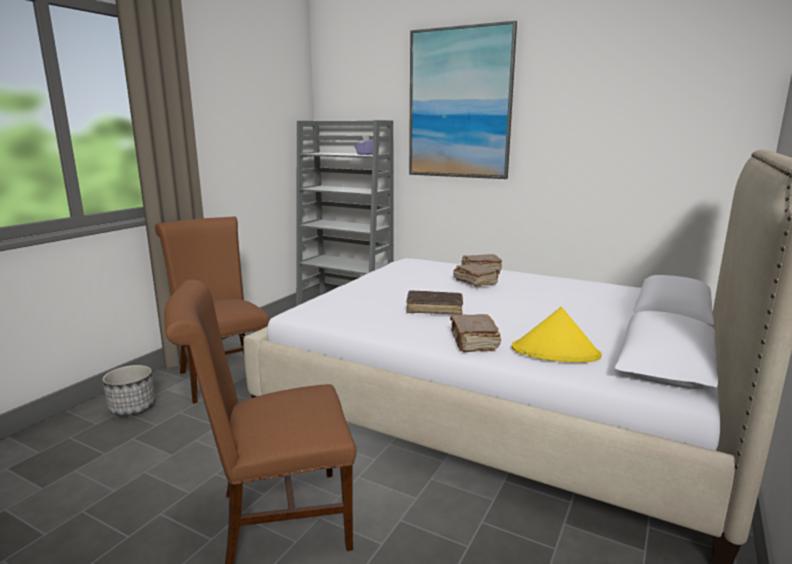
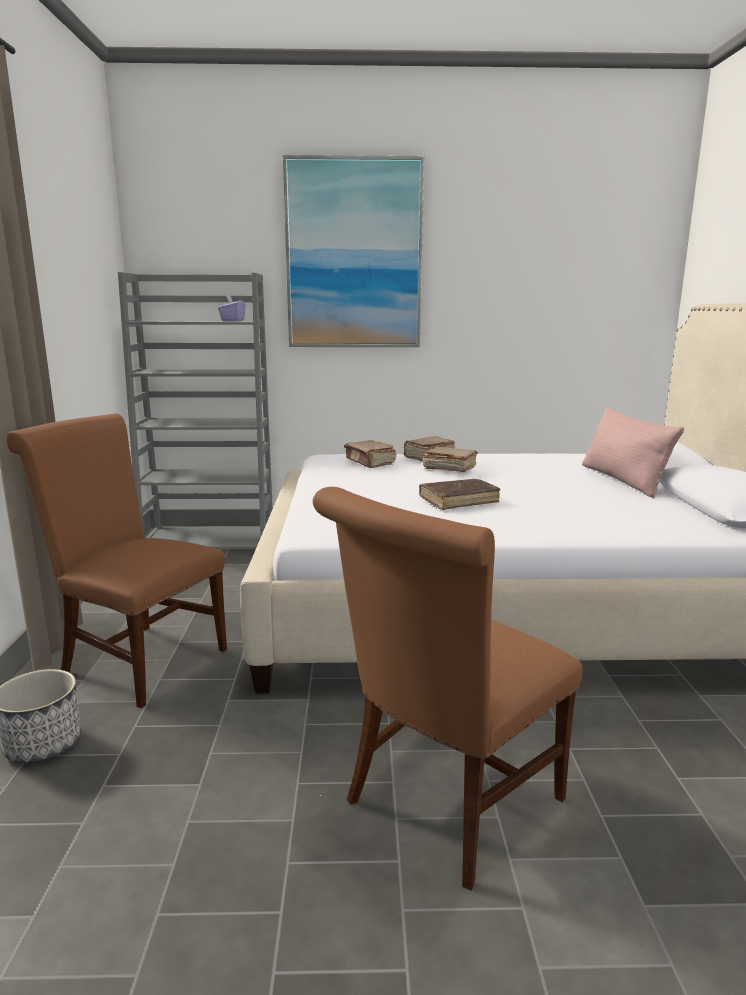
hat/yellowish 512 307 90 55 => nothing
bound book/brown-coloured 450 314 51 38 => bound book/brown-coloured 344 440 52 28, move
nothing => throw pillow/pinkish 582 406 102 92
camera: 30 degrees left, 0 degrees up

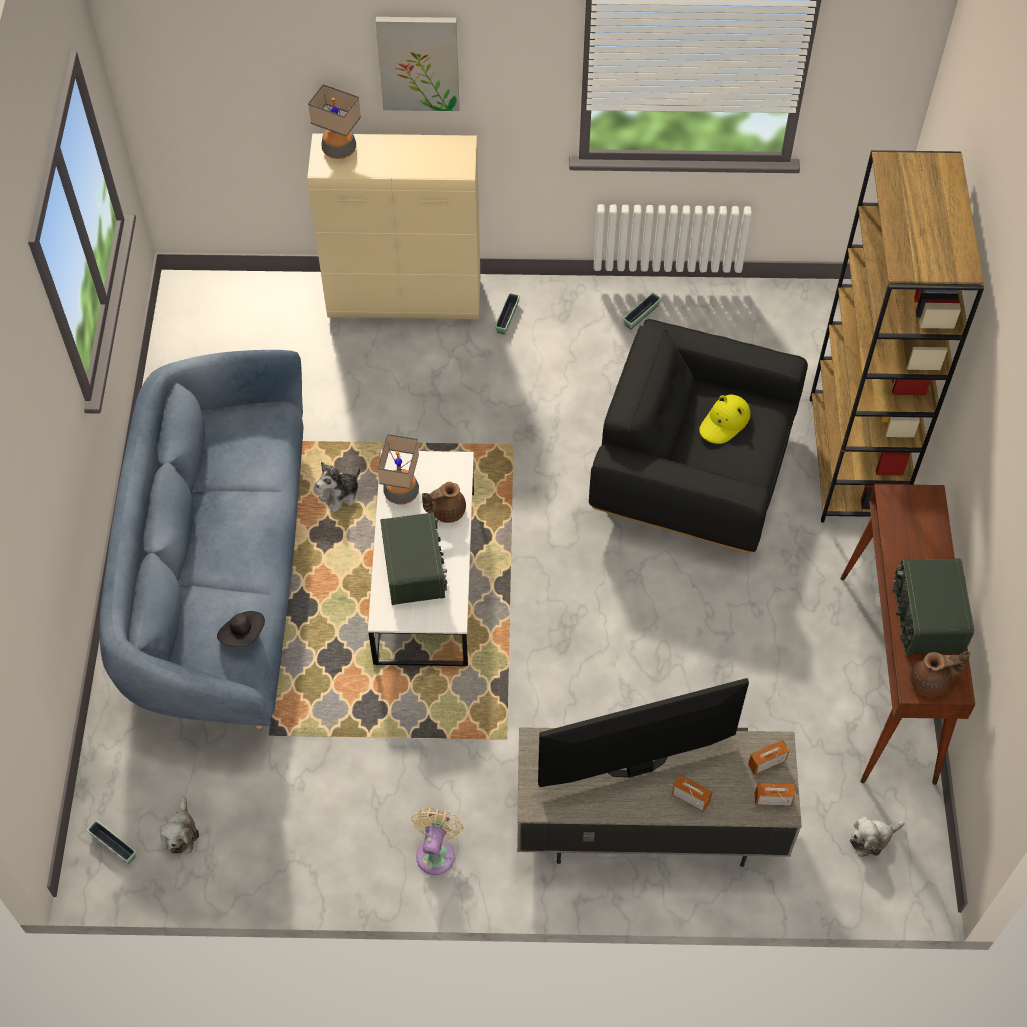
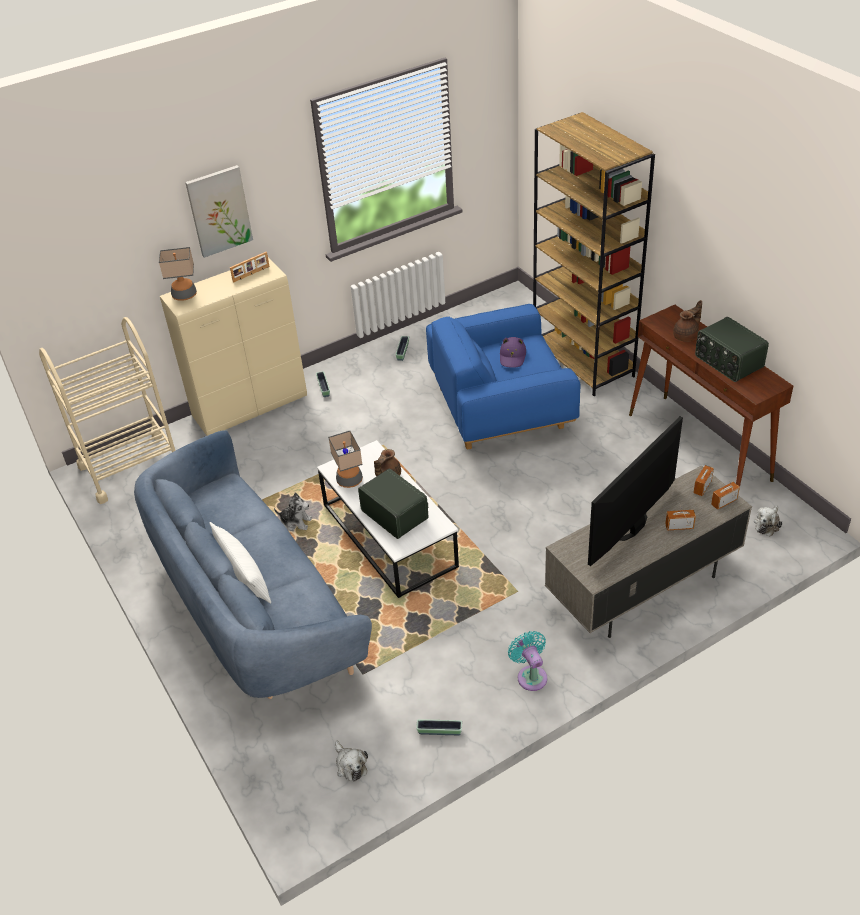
easy chair/black-coloured 589 319 219 234 => easy chair/blue 426 304 154 146
hat/yellowish 699 394 51 50 => hat/purplish 500 337 26 31
plush toy 316 462 45 50 => plush toy 274 492 38 39, 90 degrees counterclockwise
hat/black-coloured 217 611 48 36 => nothing
teapot/brown-coloured 910 651 60 46 => teapot/brown-coloured 673 300 29 42, move
cooling fan/beige 412 808 52 67 => cooling fan/turquoise-coloured 508 631 39 60
plant pot 87 820 49 44 => plant pot 416 719 46 16, move
nothing => standing frame 230 252 40 30
nothing => cart/beige 39 317 137 187
nothing => throw pillow/whitish 209 522 62 81
camera: 30 degrees left, 15 degrees down

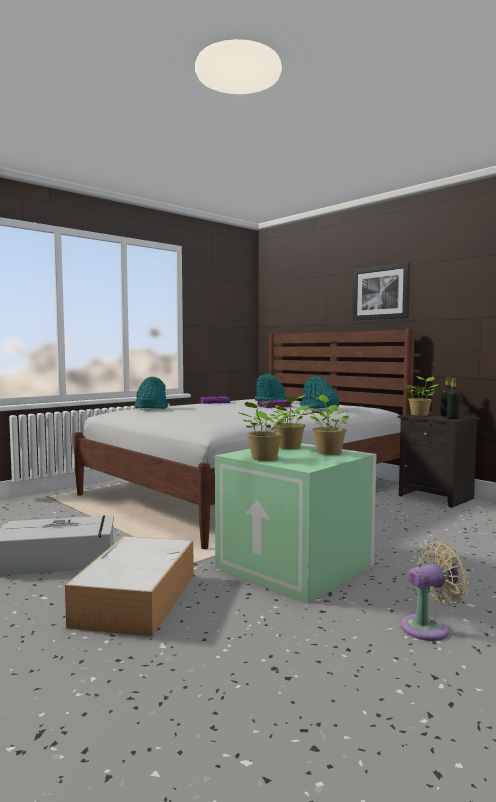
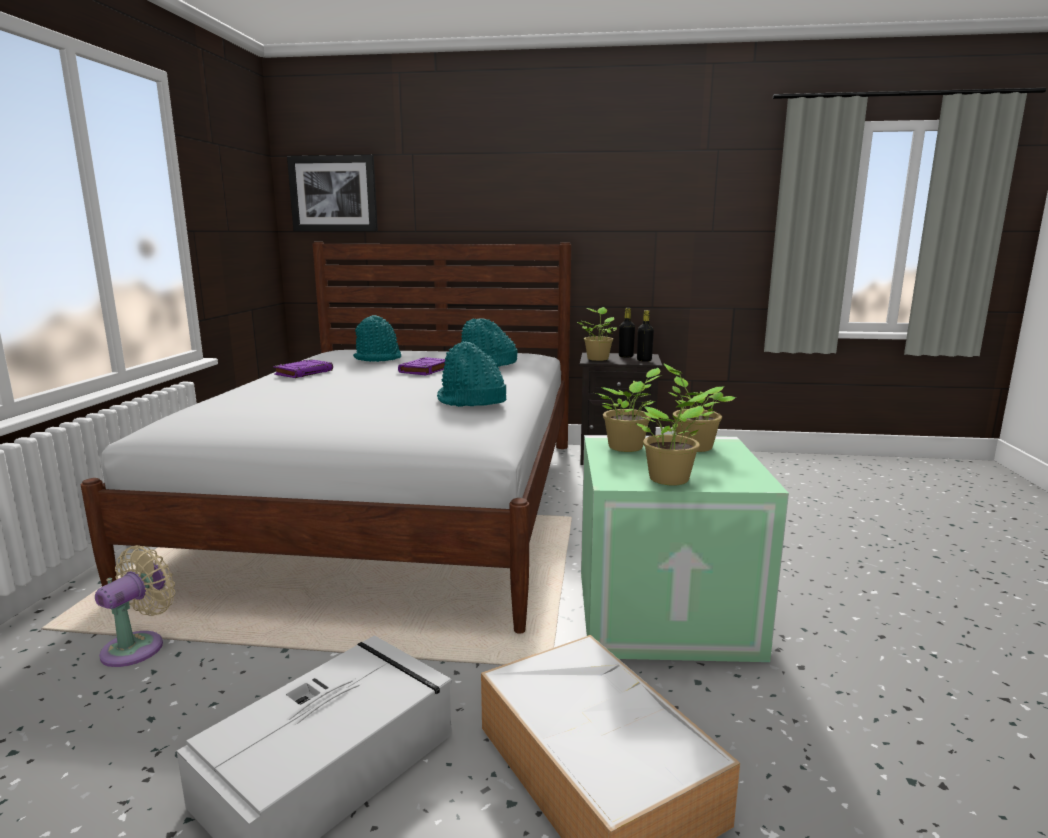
wall picture 352 262 58 59 => wall picture 287 155 91 76, move
hat/turquoise-coloured 134 377 34 32 => hat/turquoise-coloured 437 341 69 66, move
cooling fan/beige 401 542 68 99 => cooling fan/beige 95 545 80 122, move
camera: 40 degrees left, 10 degrees up

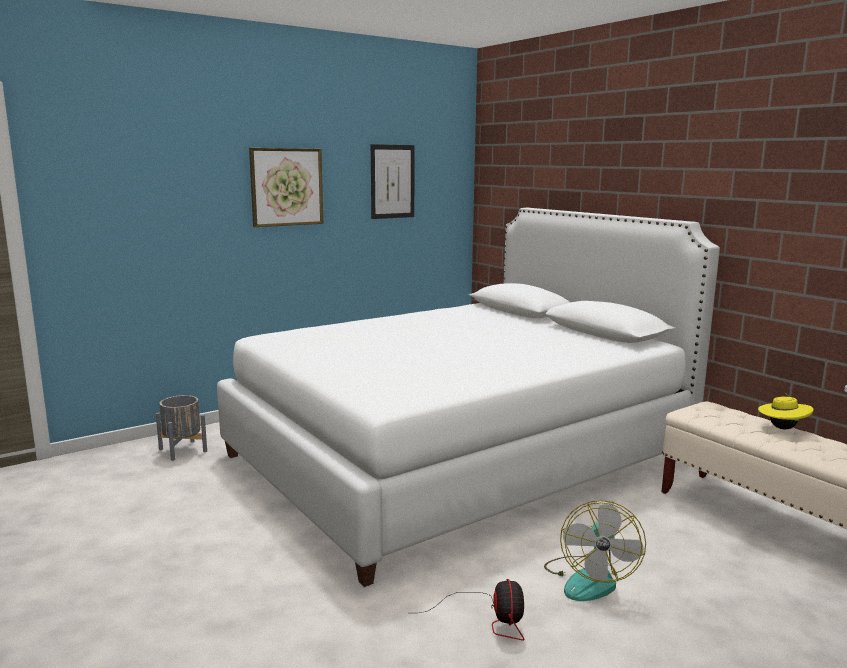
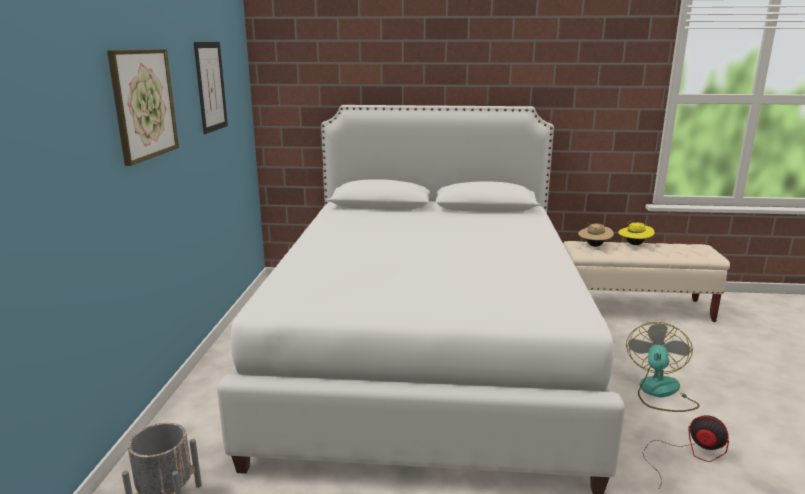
cooling fan 544 500 102 101 => cooling fan 626 322 74 90, 120 degrees counterclockwise
nothing => hat/beige 578 224 36 23
camera: 50 degrees left, 5 degrees up

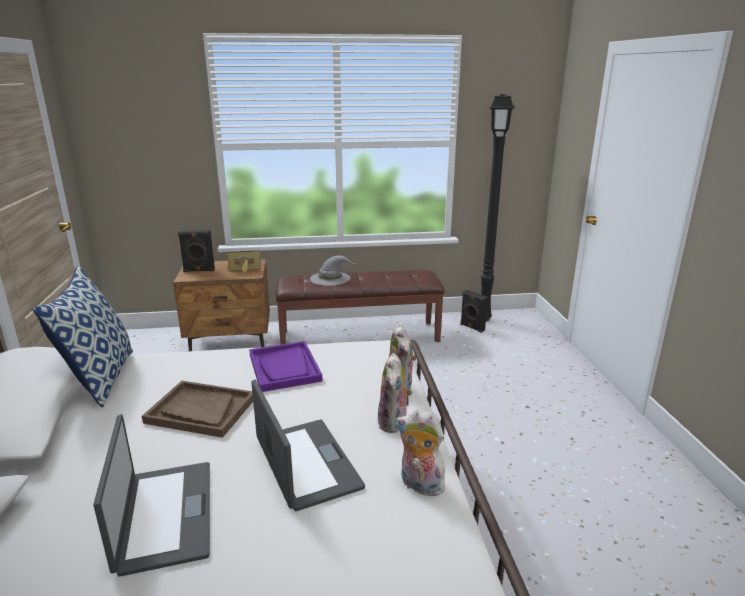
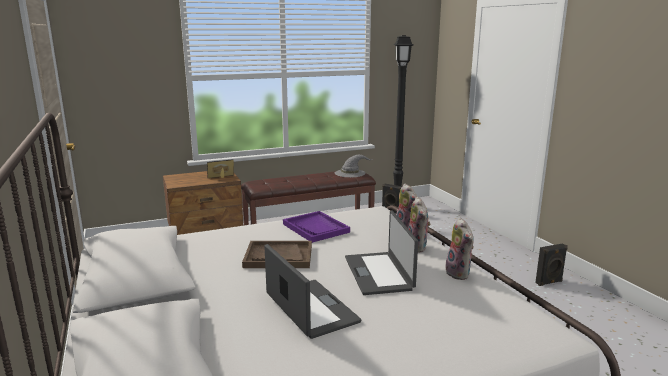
speaker/black-coloured 178 230 37 42 => speaker/black-coloured 535 244 33 42, move
hat/grey 310 256 45 30 => hat/grey 335 155 36 22, move
throw pillow 33 265 100 142 => nothing
notebook computer 251 380 114 131 => notebook computer 345 210 73 85, 150 degrees counterclockwise
plush toy 396 409 49 87 => plush toy 445 217 29 63, 120 degrees counterclockwise
camera: 15 degrees left, 5 degrees down

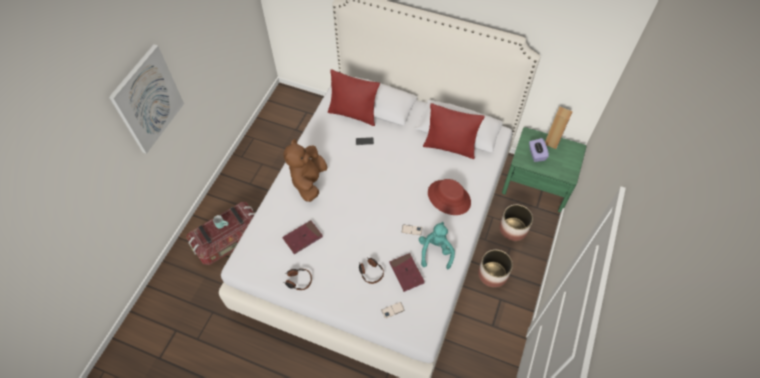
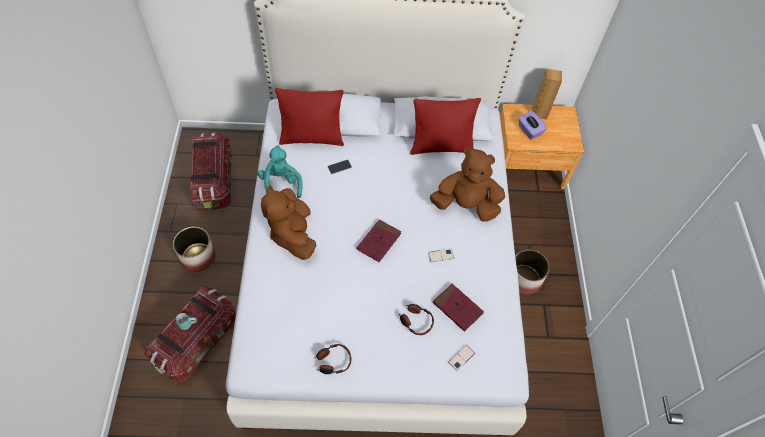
wall picture 109 44 75 110 => nothing
night table/greenish 502 127 84 86 => night table/brown-coloured 500 104 84 85
hat/red-coloured 428 179 43 36 => plush toy/brown-coloured 430 147 75 75
plant pot 499 205 34 36 => plant pot 173 227 43 45, move
bound book/red-coloured 282 220 41 34 => bound book/red-coloured 357 219 44 43, move
plush toy/turquoise-coloured 419 222 36 47 => plush toy/turquoise-coloured 257 145 46 53, move
nothing => storage container 190 132 42 79
camera: 25 degrees left, 0 degrees up

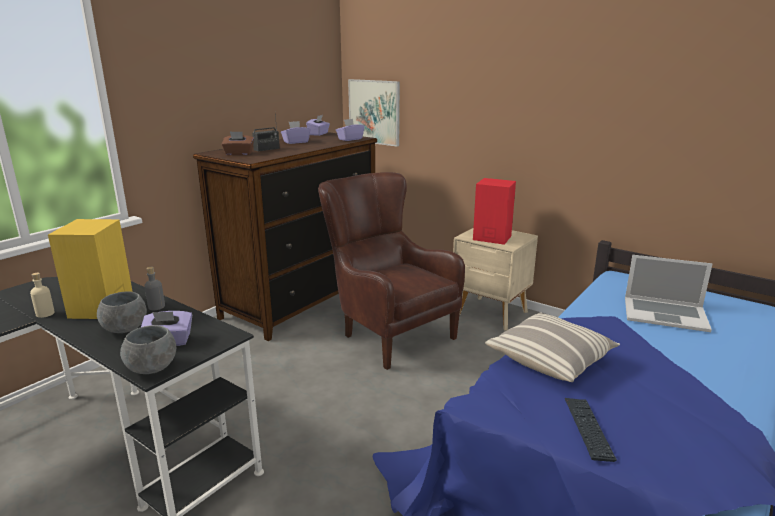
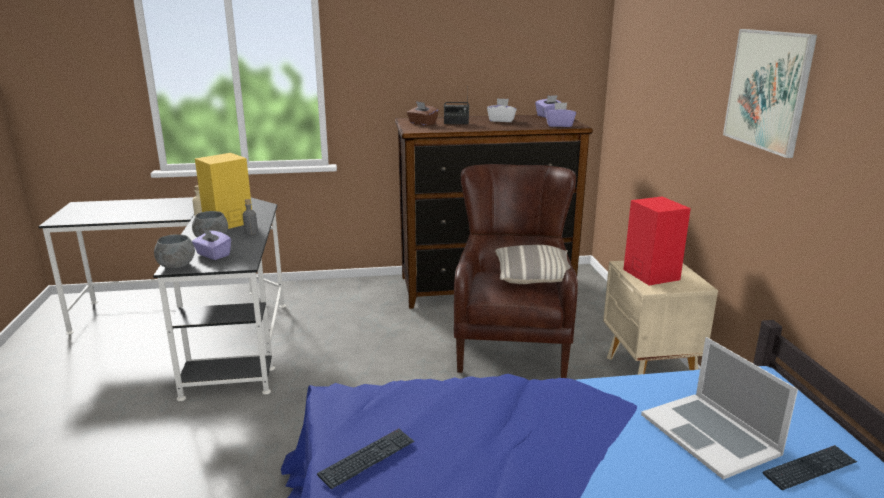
wall picture 348 79 52 68 => wall picture 723 29 94 129, move
box of tissues/purplish 281 121 29 23 => box of tissues/whitish 487 98 30 24
throw pillow 485 312 135 70 => throw pillow 495 245 83 39, move
nothing => keyboard 762 445 95 45
camera: 45 degrees right, 0 degrees up

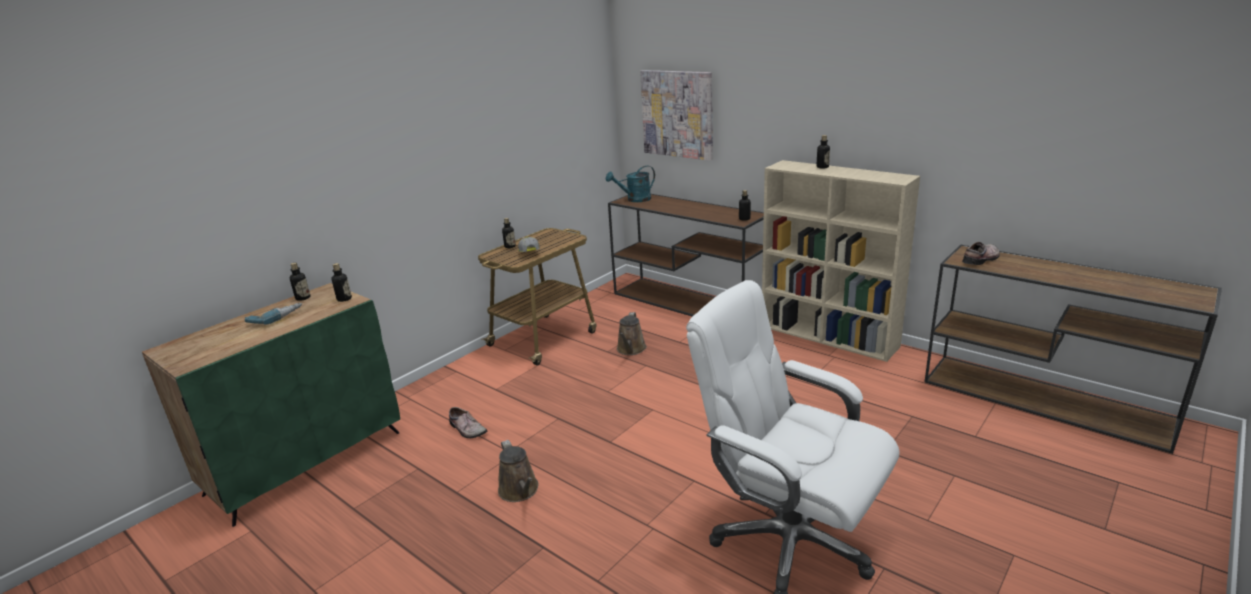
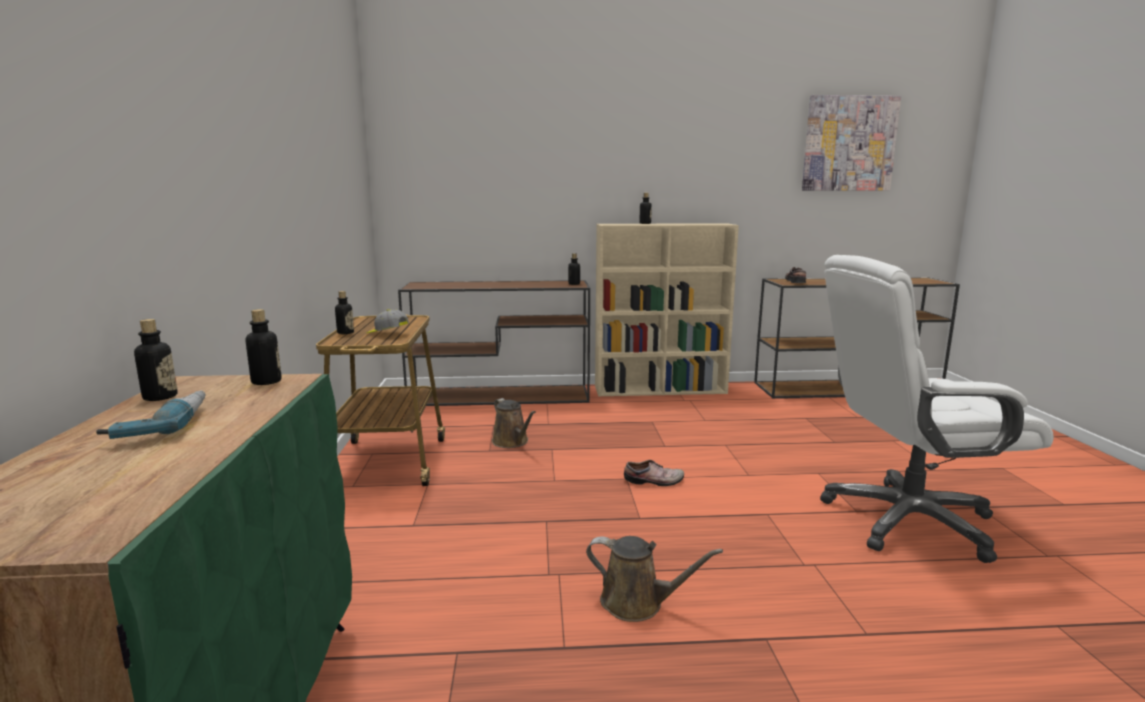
wall picture 640 70 73 91 => wall picture 802 95 99 95, move
sprinkling can/turquoise-coloured 606 166 49 36 => nothing
shoe 449 407 38 31 => shoe 624 460 60 26, move
camera: 45 degrees left, 10 degrees down

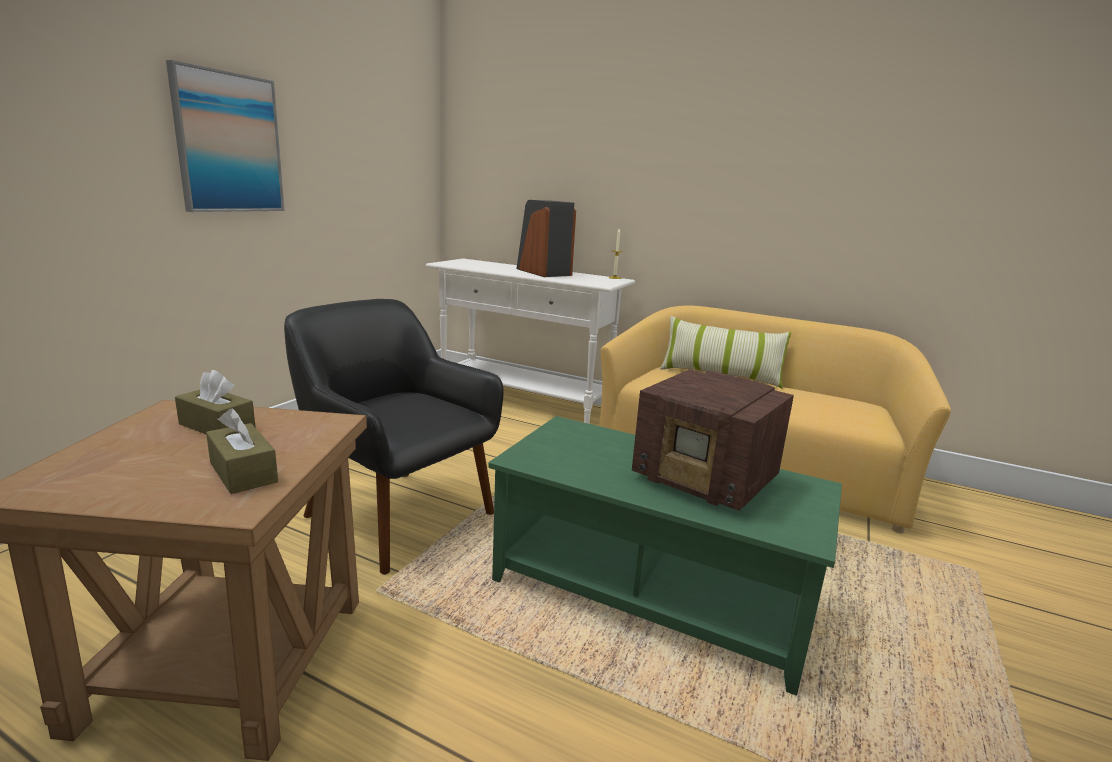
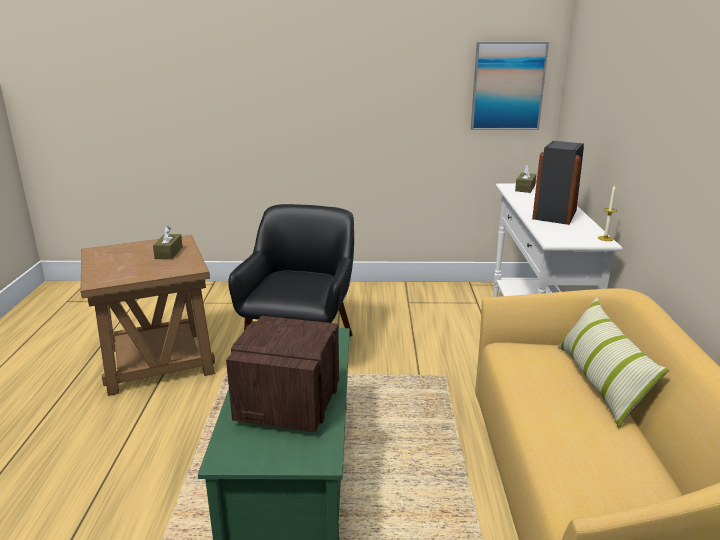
wall picture 166 60 119 152 => wall picture 471 42 78 88, move
box of tissues/brown-coloured 206 408 72 86 => box of tissues/brown-coloured 515 164 21 29, move
camera: 65 degrees right, 5 degrees up

